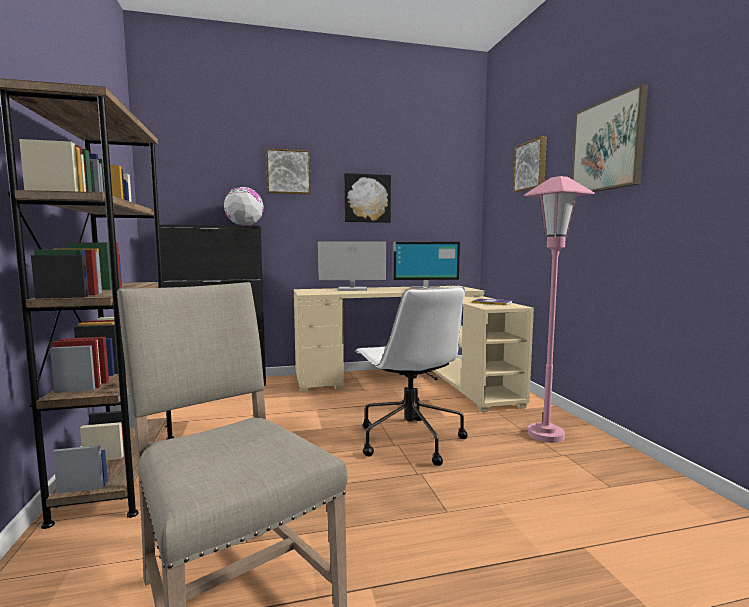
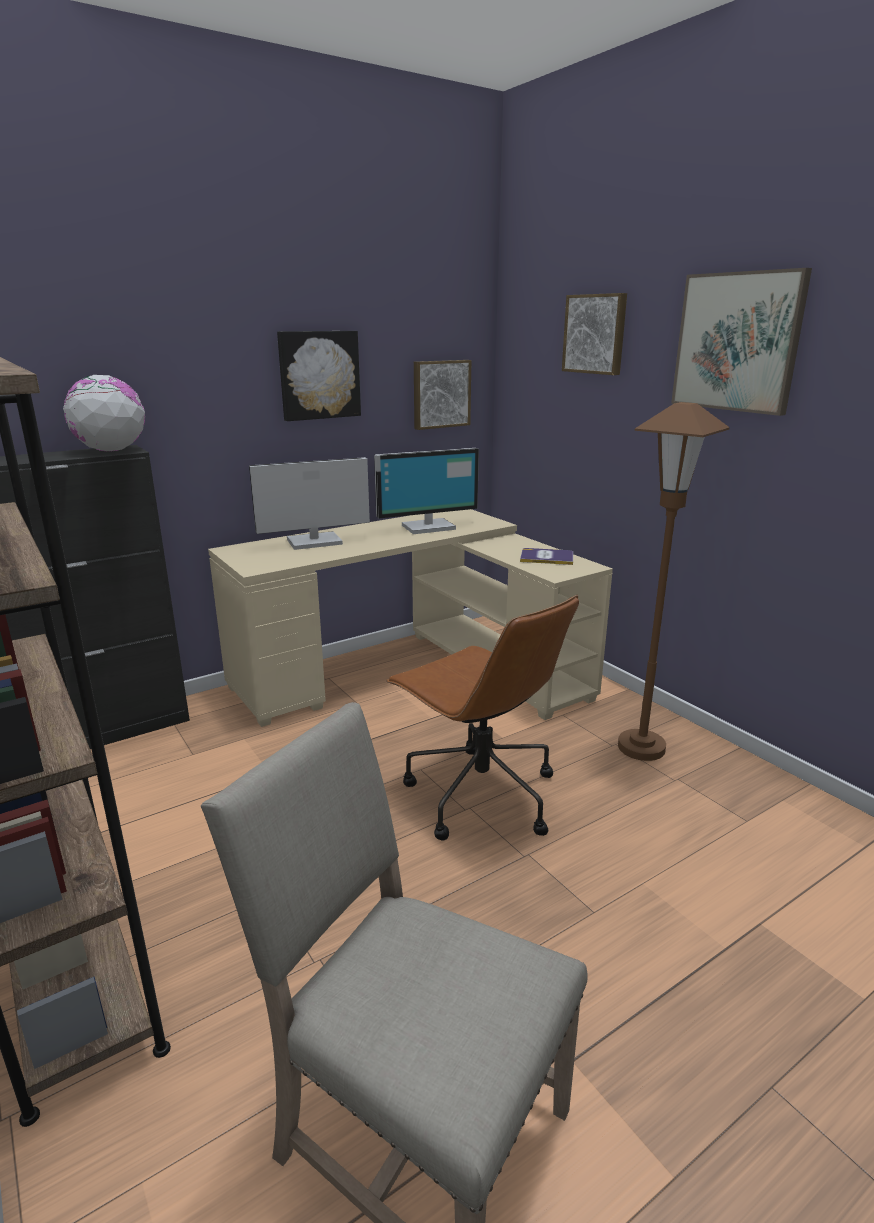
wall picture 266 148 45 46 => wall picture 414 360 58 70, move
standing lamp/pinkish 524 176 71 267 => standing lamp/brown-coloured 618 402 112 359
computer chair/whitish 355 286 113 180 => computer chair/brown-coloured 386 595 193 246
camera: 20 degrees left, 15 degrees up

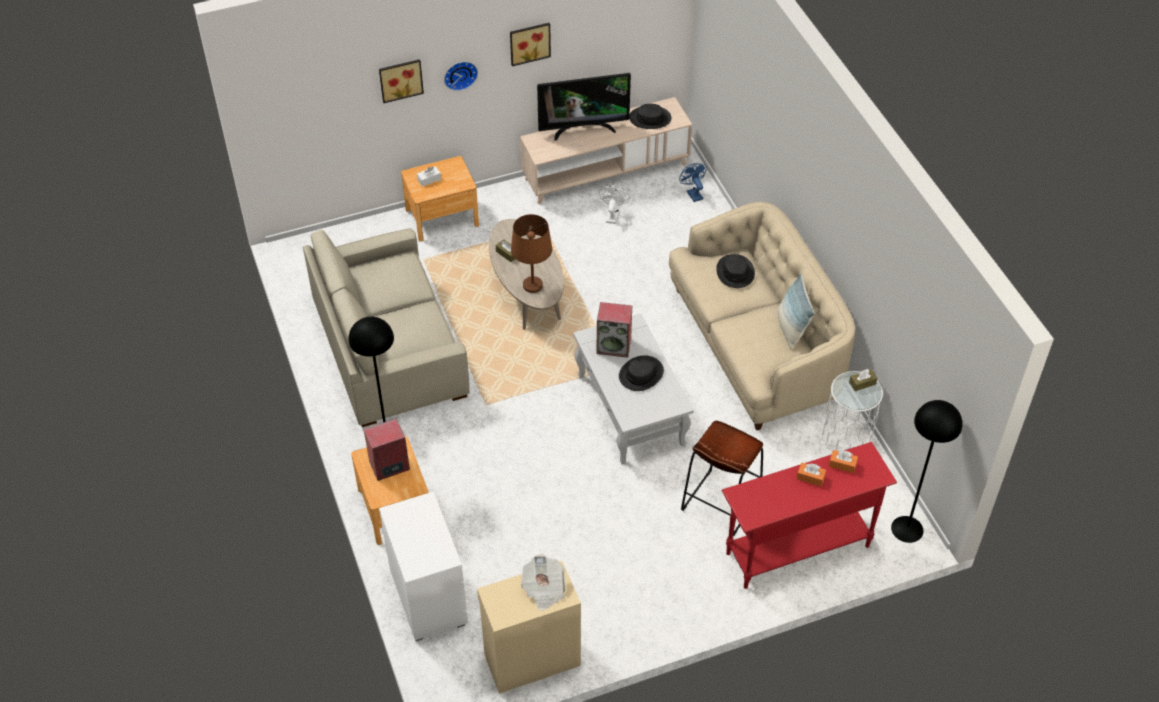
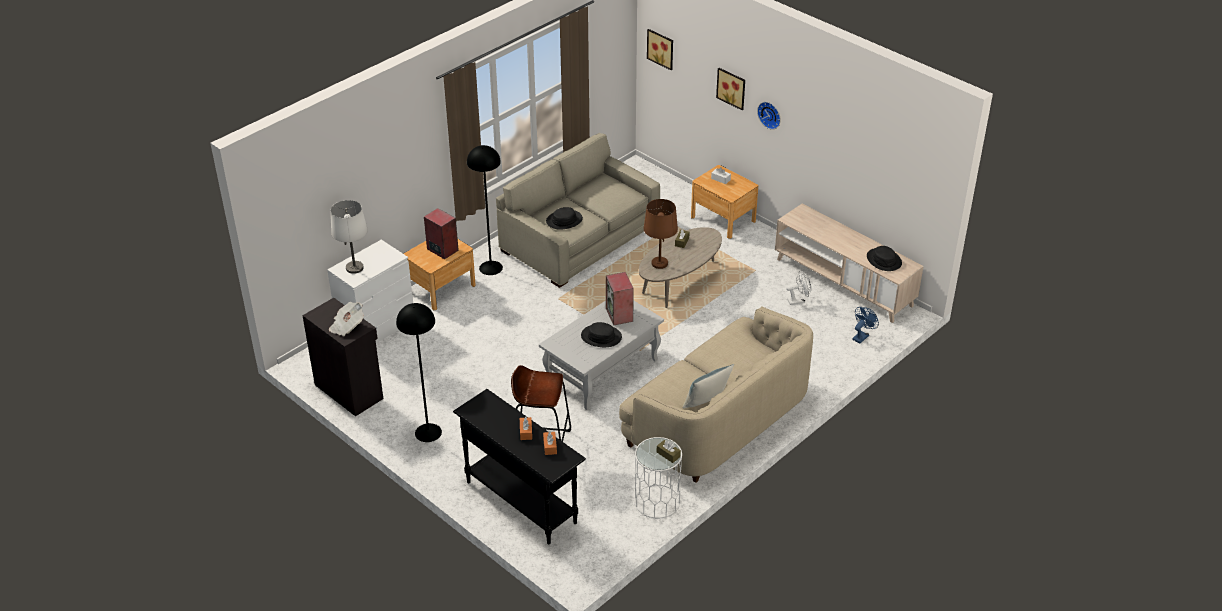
wall picture 510 23 41 43 => wall picture 647 29 26 41, move
TV set 537 73 94 67 => nothing
hat/black-coloured 716 254 39 34 => hat/black-coloured 546 207 37 23, move
standing lamp/black-coloured 891 400 72 143 => standing lamp/black-coloured 396 303 46 139, move
narrow table/red-coloured 722 442 175 147 => narrow table/black-coloured 453 389 133 156
cabinet/beige 477 561 104 133 => cabinet/black-coloured 302 298 82 119
nothing => tabletop lamp/whitish 331 200 37 74
camera: 65 degrees right, 10 degrees down

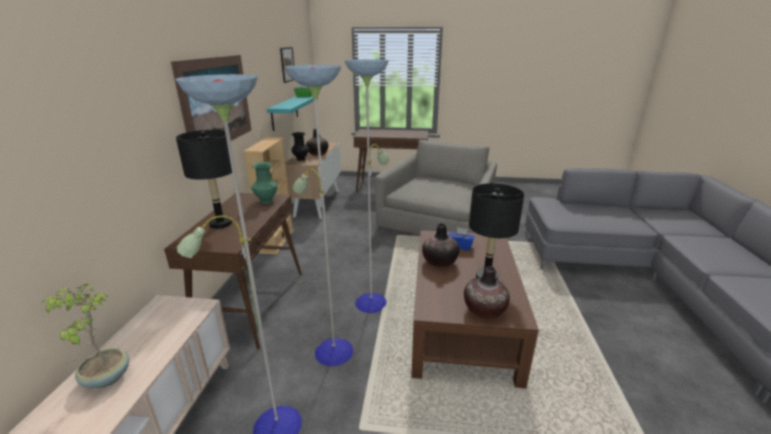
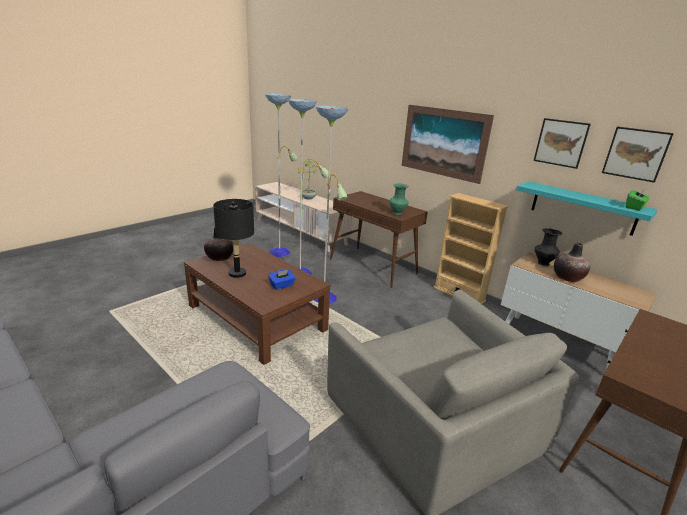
tabletop lamp/black-coloured 176 130 56 99 => nothing
decorative vase 422 223 38 45 => nothing
nothing => wall picture 533 118 58 51
camera: 125 degrees right, 0 degrees up

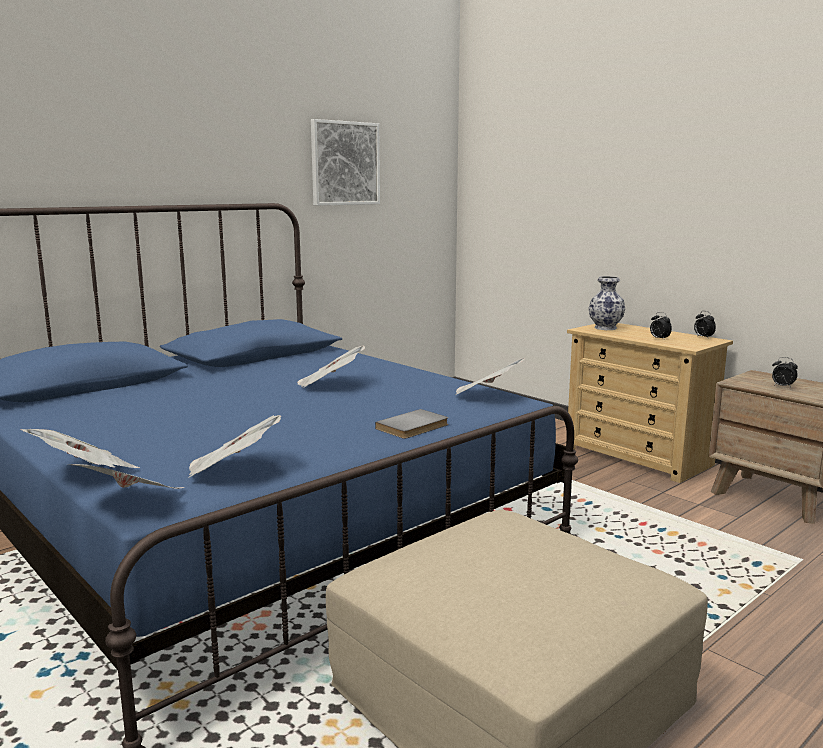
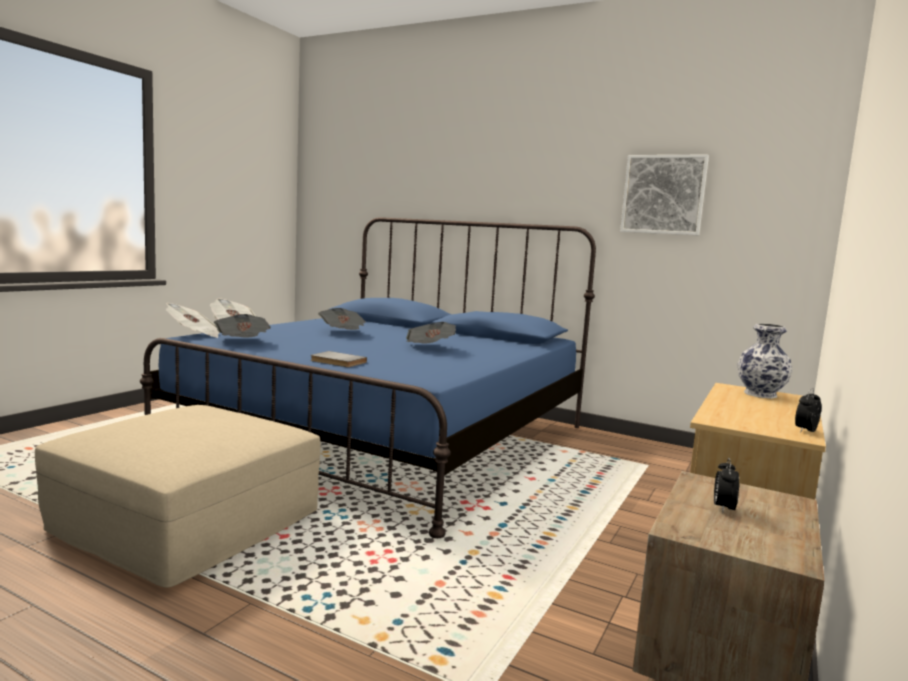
alarm clock 650 312 22 28 => nothing
daily paper 455 358 70 37 => daily paper 318 308 48 22, move
camera: 70 degrees right, 5 degrees down

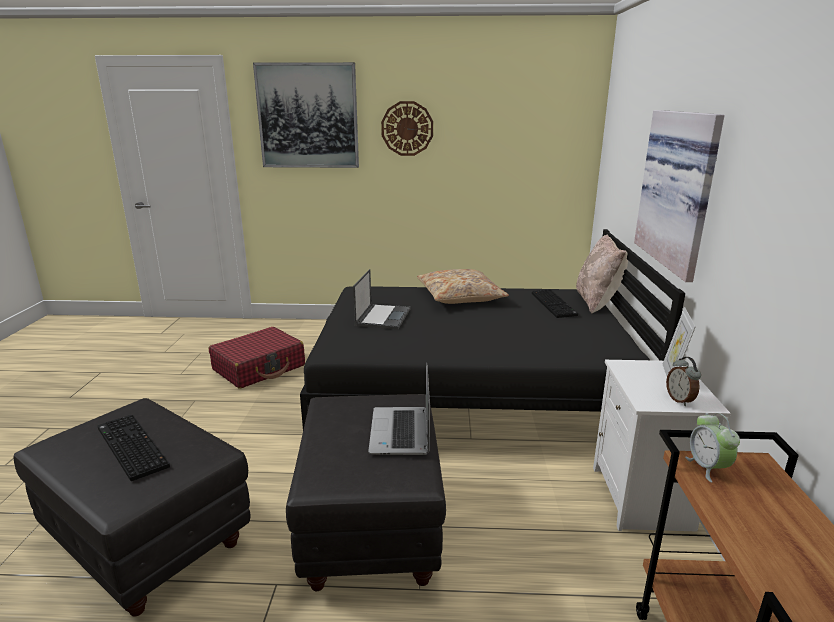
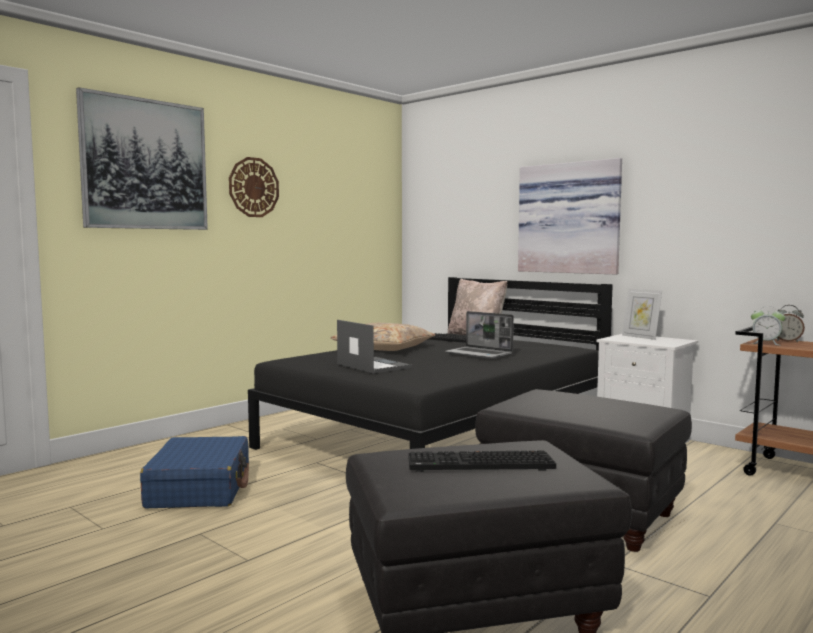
suitcase/red-coloured 209 327 96 62 => suitcase/blue 140 436 109 72
alarm clock 666 357 35 49 => alarm clock 777 305 28 37, move
notebook computer 368 363 62 92 => notebook computer 445 311 69 48, move
camera: 50 degrees left, 15 degrees down

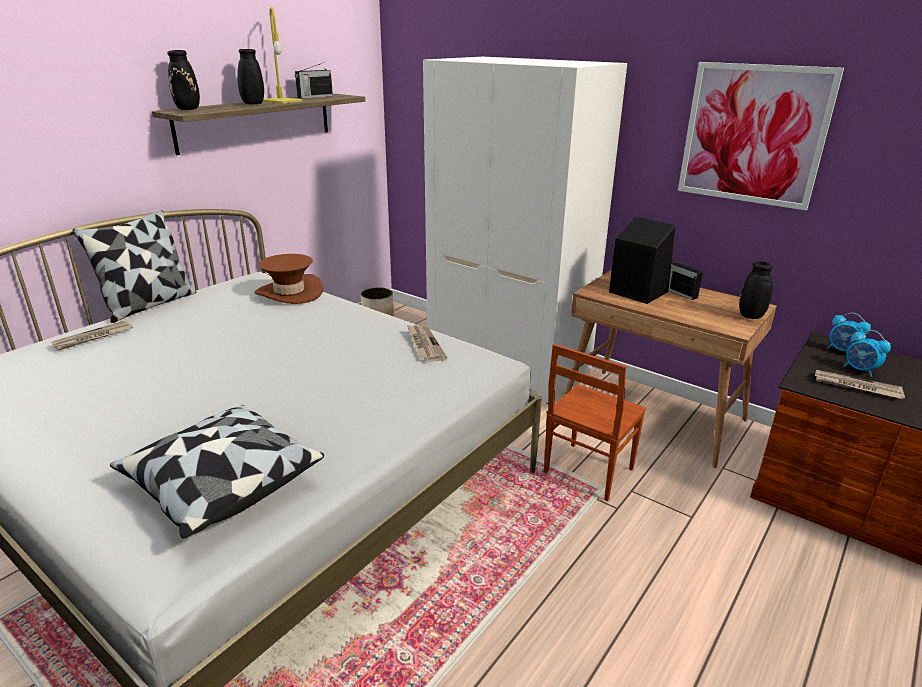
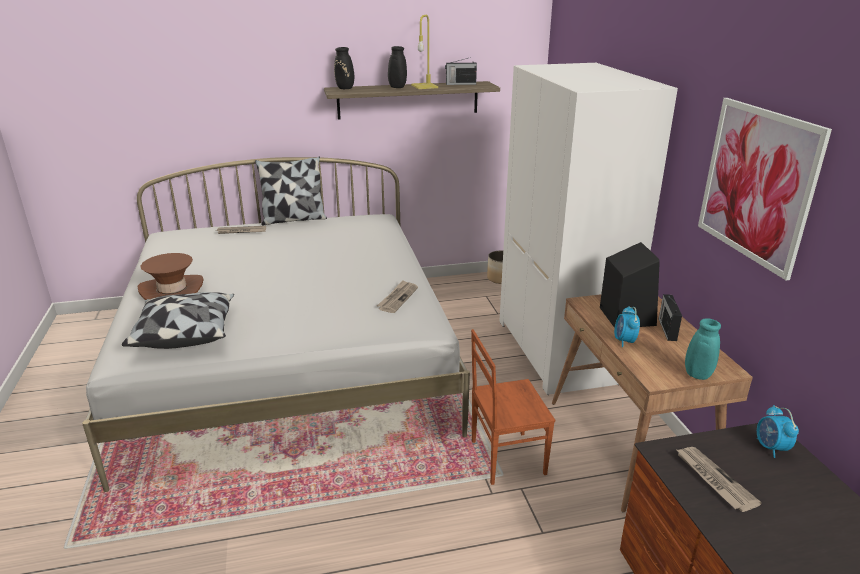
hat/brown-coloured 254 254 69 50 => hat/brown-coloured 138 253 66 47, move
decorative vase/black-coloured 739 261 34 58 => decorative vase/turquoise-coloured 685 318 36 62
alarm clock 843 330 48 47 => alarm clock 614 306 26 41, move
camera: 40 degrees right, 0 degrees up

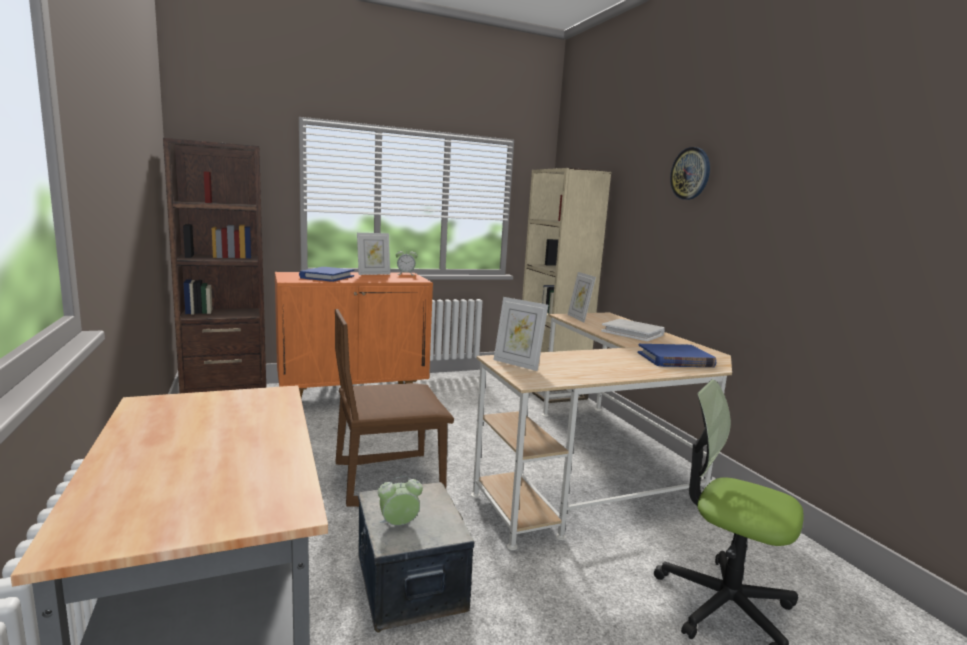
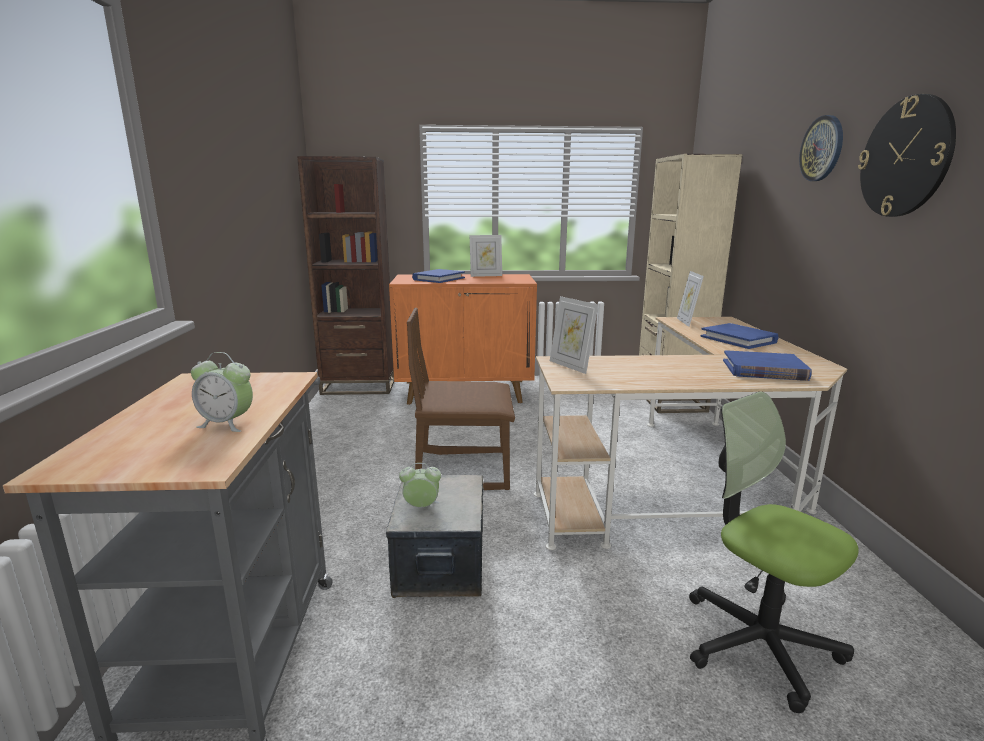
alarm clock 396 248 22 28 => alarm clock 191 352 62 80, move
bound book/whitish 601 319 64 22 => bound book/blue 701 323 78 26
nothing => clock on the wall 858 94 98 123
camera: 20 degrees right, 5 degrees up

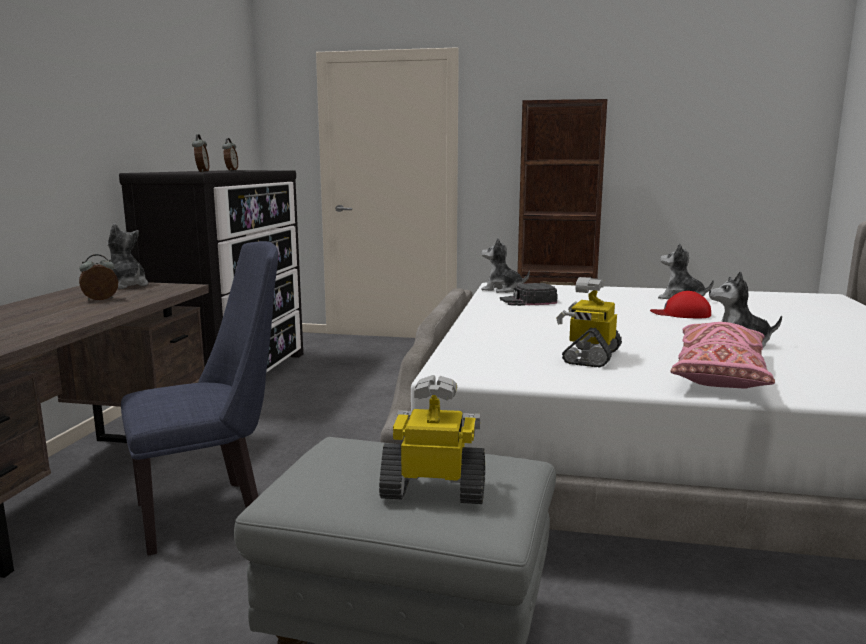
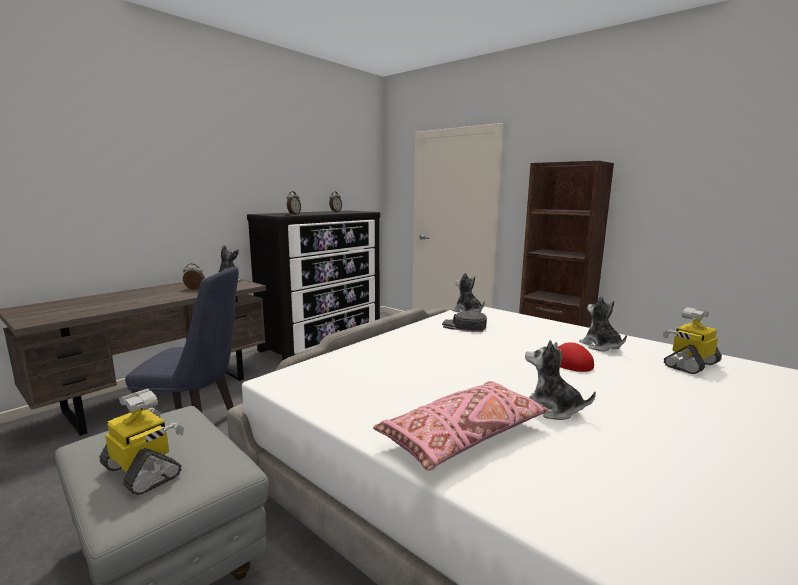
toy robot 556 277 66 90 => toy robot 663 307 59 67, move
camera: 30 degrees right, 0 degrees up

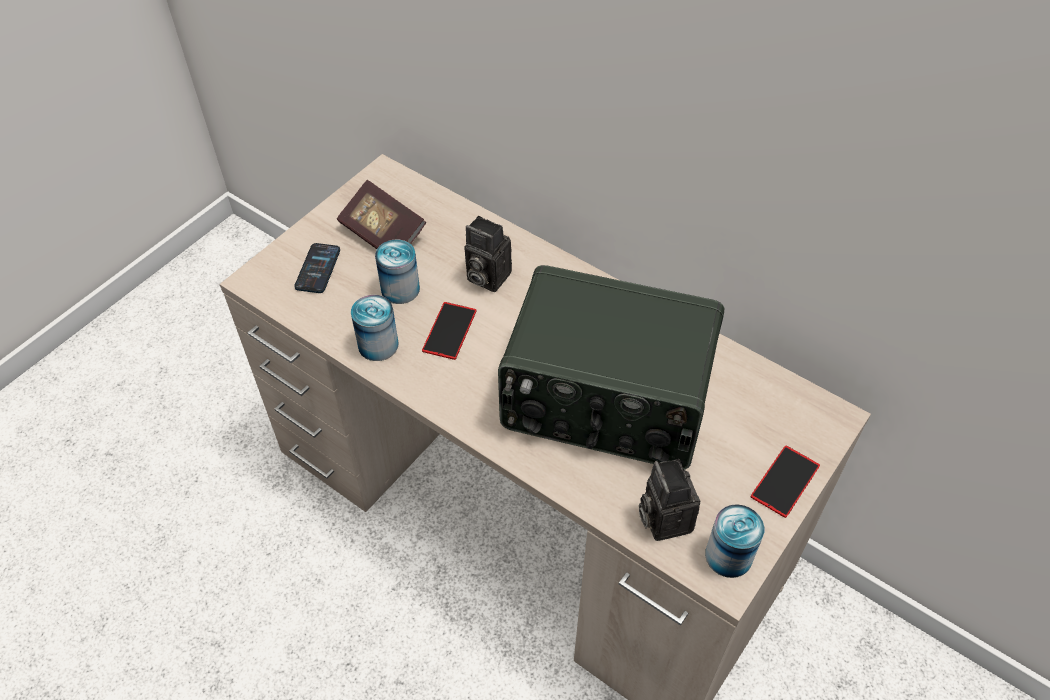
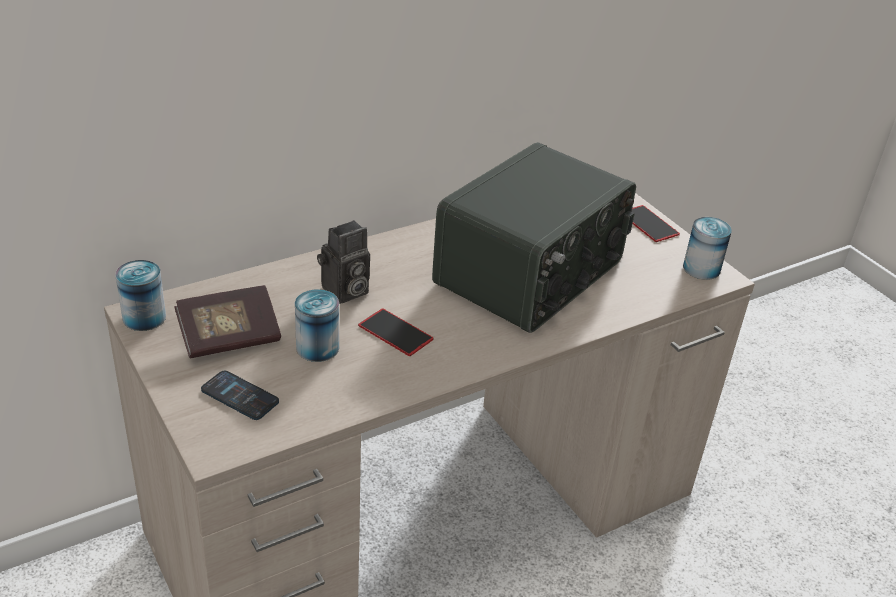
can 351 295 48 66 => can 115 260 51 71, move
still camera 639 459 62 82 => nothing
camera: 70 degrees left, 15 degrees down

